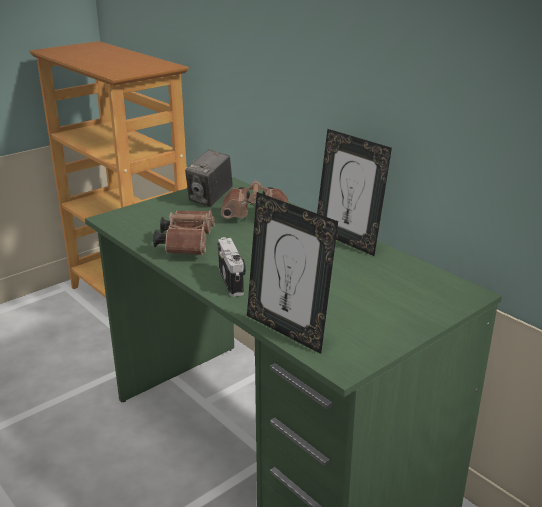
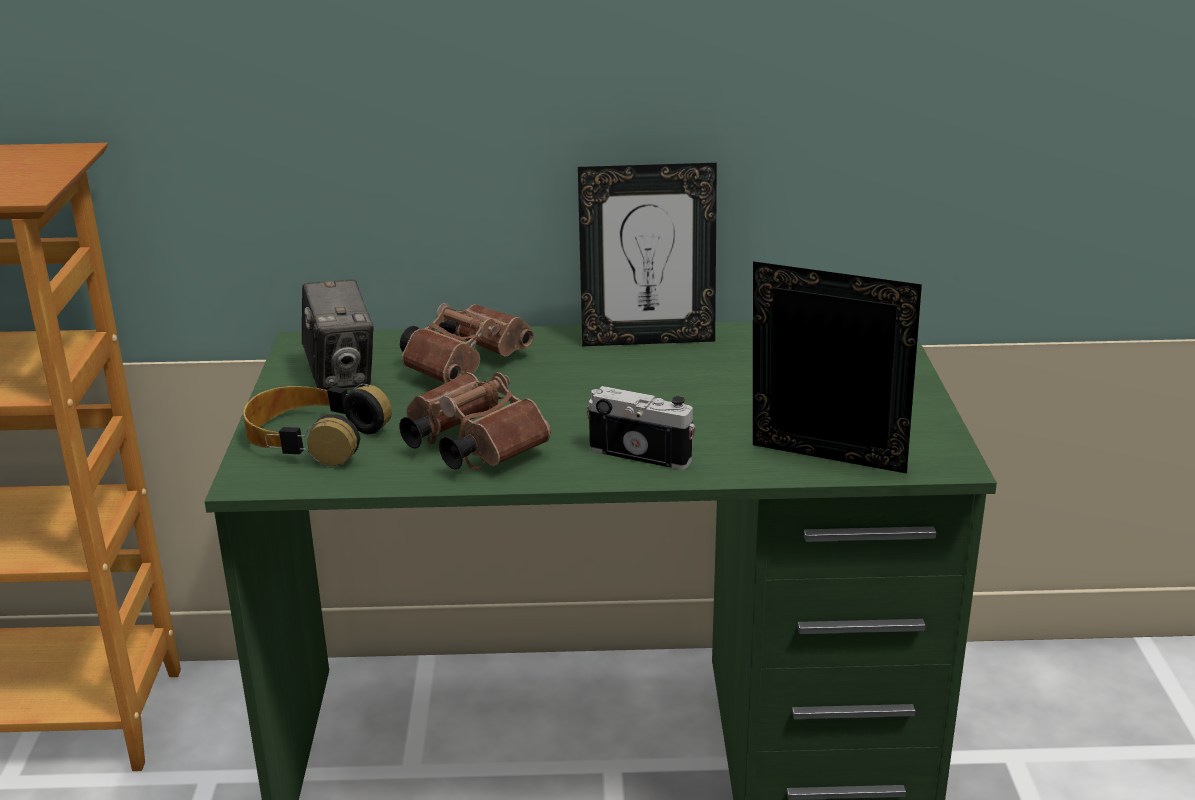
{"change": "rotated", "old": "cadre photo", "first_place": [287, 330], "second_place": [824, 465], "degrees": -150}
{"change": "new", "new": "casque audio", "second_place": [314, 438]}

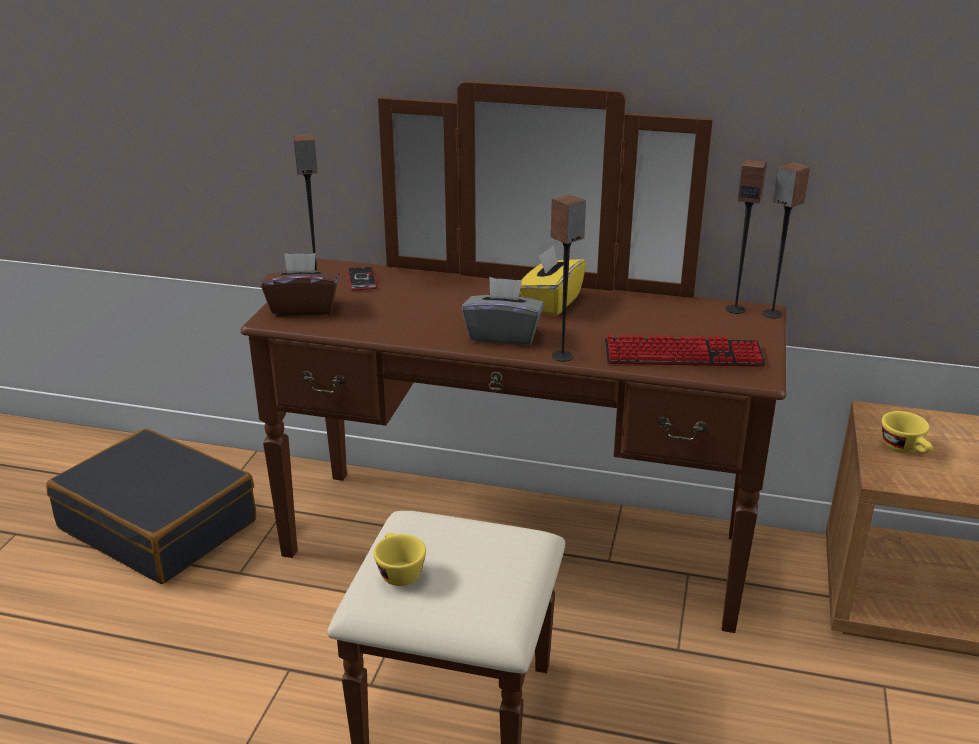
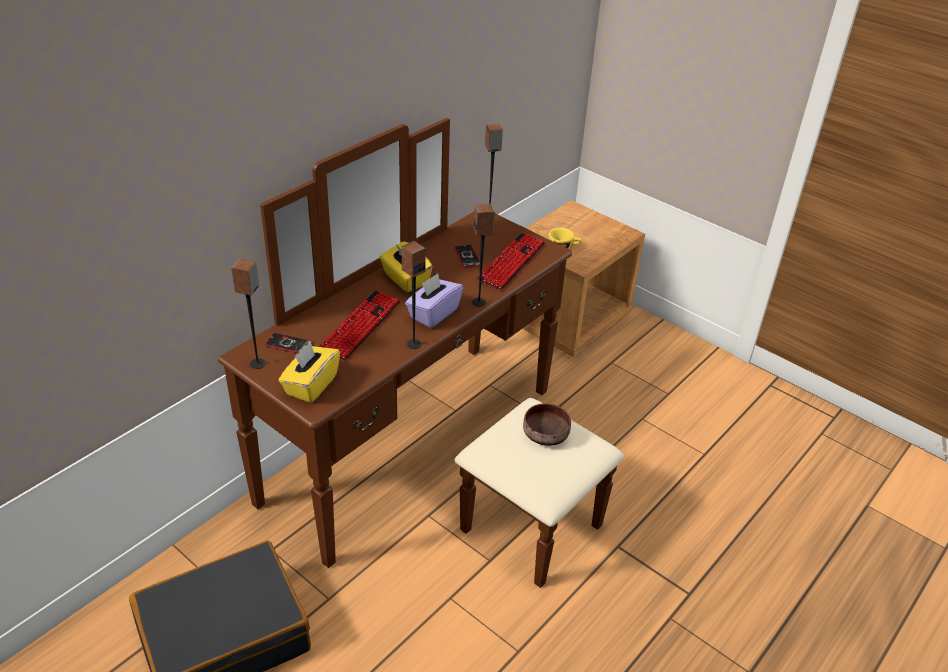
{"change": "shifted", "old": "enceinte", "first_place": [735, 309], "second_place": [413, 344]}
{"change": "repainted", "old": "boîte à mouchoirs [marron]", "new": "boîte à mouchoirs [jaune]", "first_place": [303, 308], "second_place": [311, 385]}
{"change": "repainted", "old": "boîte à mouchoirs [gris]", "new": "boîte à mouchoirs [violet]", "first_place": [503, 335], "second_place": [433, 313]}
{"change": "gone", "old": "tasse [jaune]", "first_place": [398, 571]}
{"change": "new", "new": "téléphone", "second_place": [467, 257]}
{"change": "new", "new": "clavier", "second_place": [360, 326]}
{"change": "new", "new": "bol [marron]", "second_place": [546, 434]}

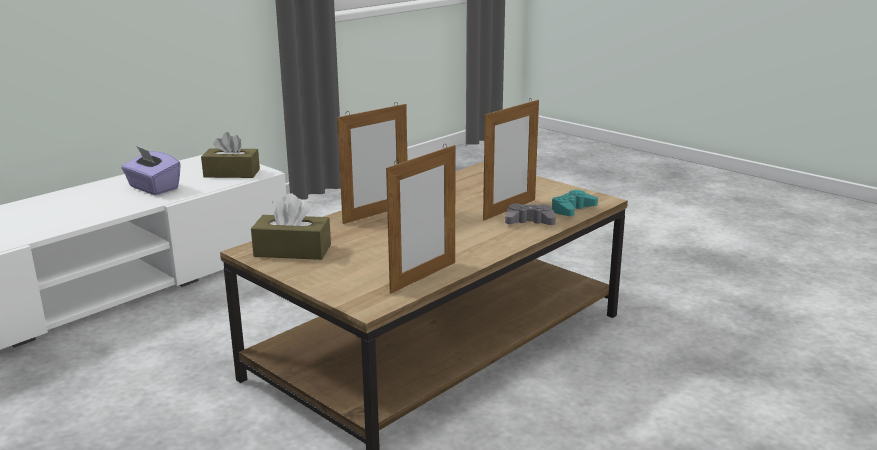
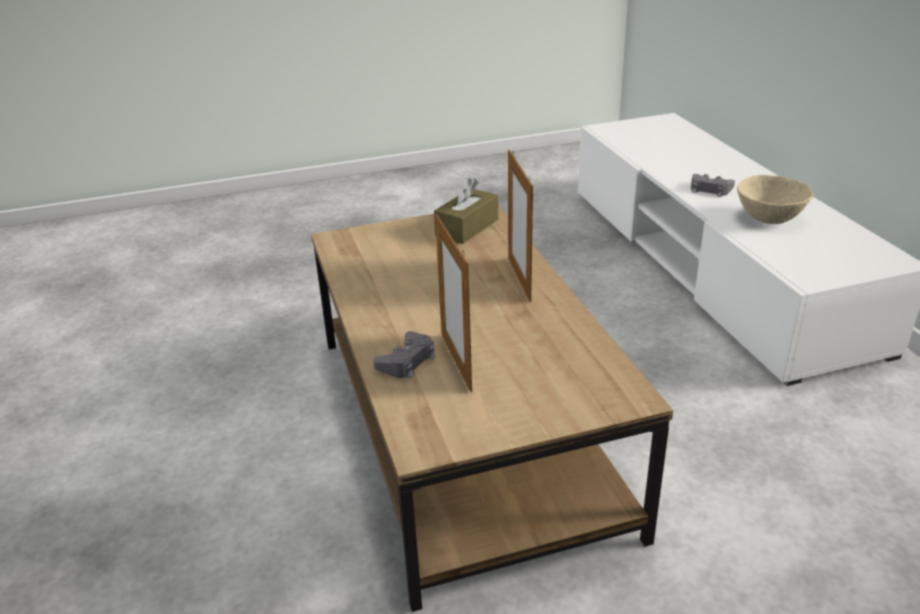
{"change": "gone", "old": "boîte à mouchoirs [marron]", "first_place": [232, 173]}
{"change": "gone", "old": "cadre photo", "first_place": [423, 277]}
{"change": "swapped", "old": "boîte à mouchoirs [violet]", "new": "bol [beige]", "first_place": [153, 188], "second_place": [769, 218]}
{"change": "gone", "old": "manette [turquoise]", "first_place": [572, 209]}
{"change": "new", "new": "manette [gris]", "second_place": [710, 189]}

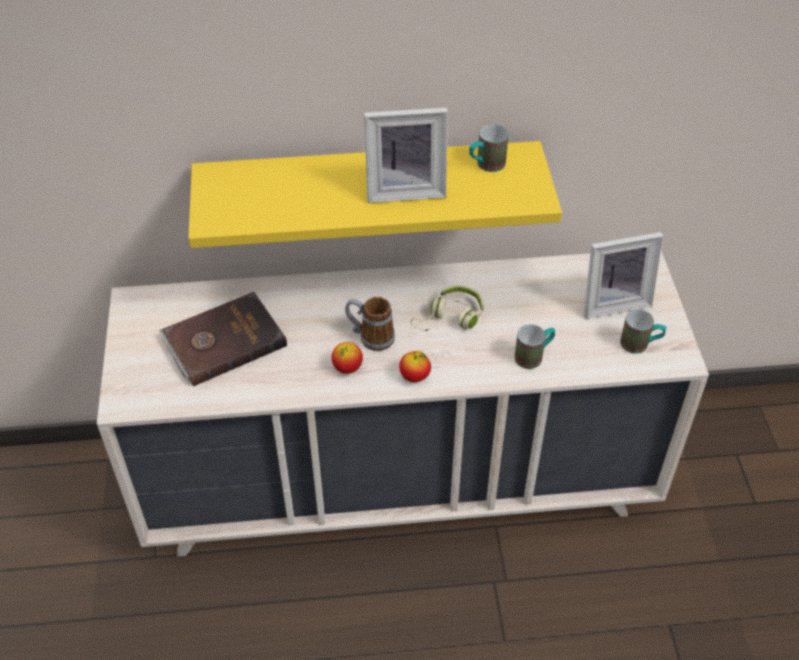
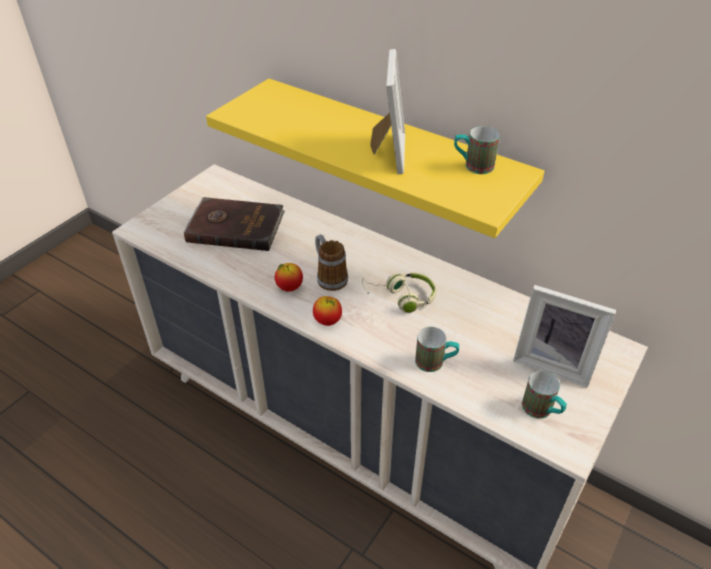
{"change": "rotated", "old": "cadre photo", "first_place": [405, 189], "second_place": [386, 153], "degrees": -120}

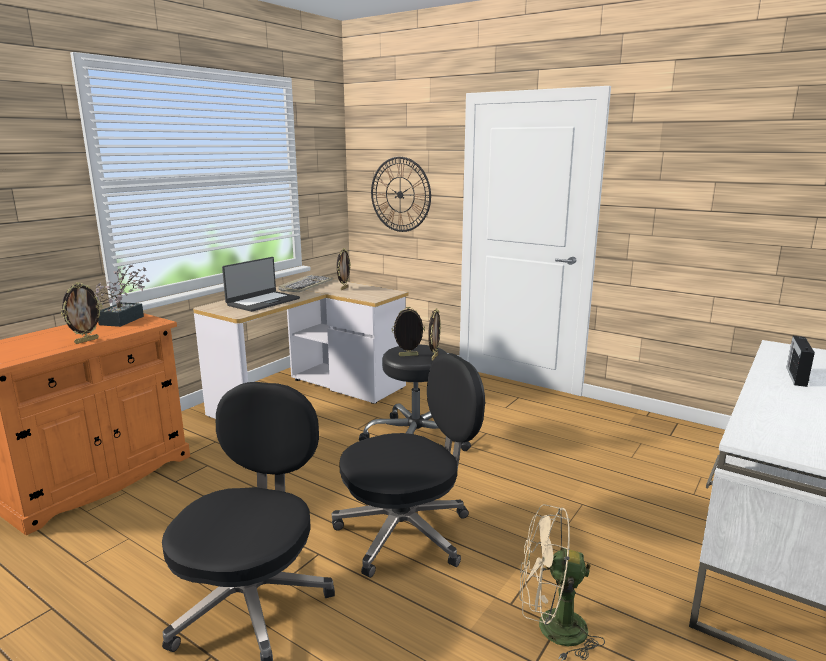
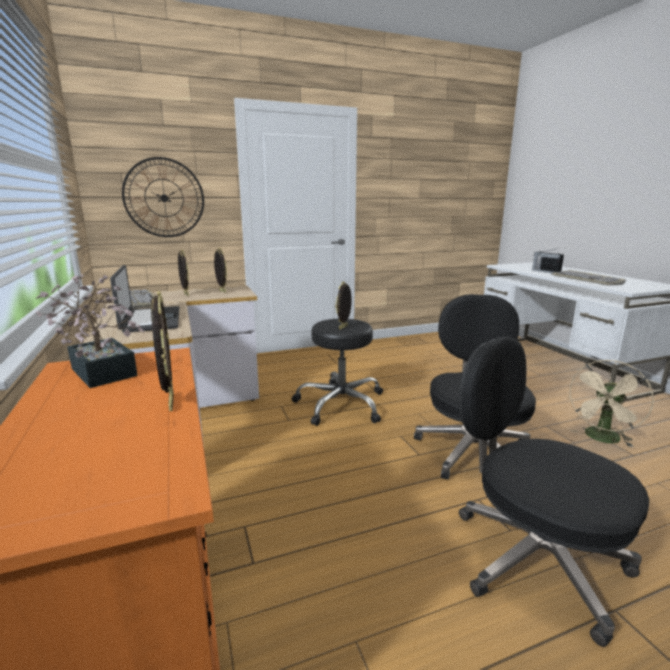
{"change": "shifted", "old": "cadre photo", "first_place": [434, 357], "second_place": [222, 291]}
{"change": "new", "new": "clavier", "second_place": [587, 280]}

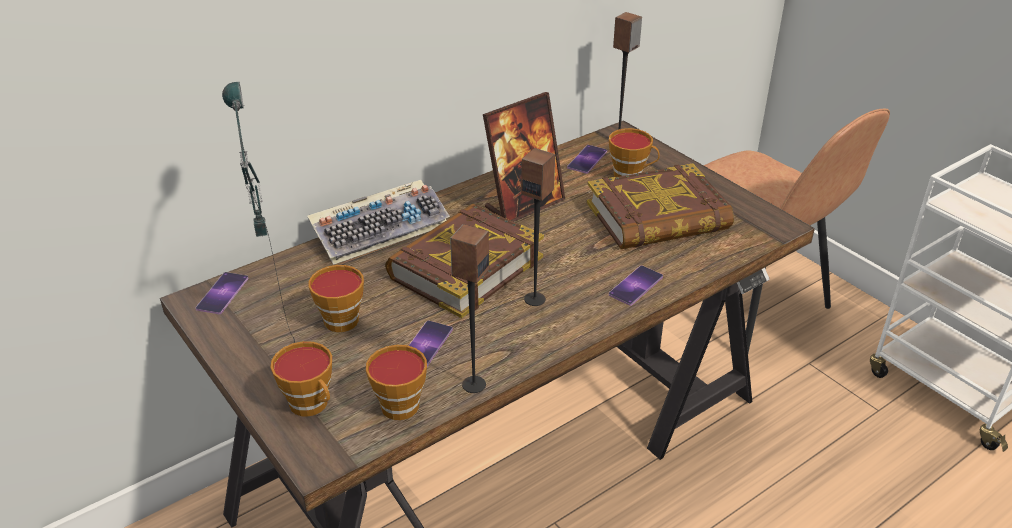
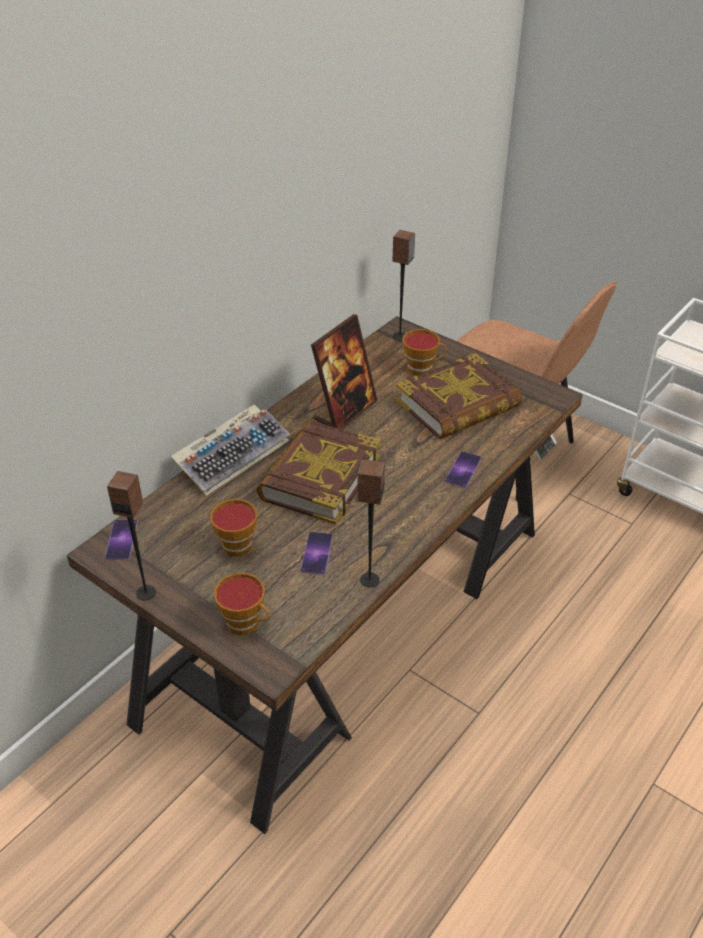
{"change": "gone", "old": "lampe de table", "first_place": [280, 337]}
{"change": "gone", "old": "téléphone", "first_place": [587, 159]}
{"change": "shifted", "old": "enceinte", "first_place": [535, 299], "second_place": [146, 592]}
{"change": "gone", "old": "tasse", "first_place": [399, 402]}

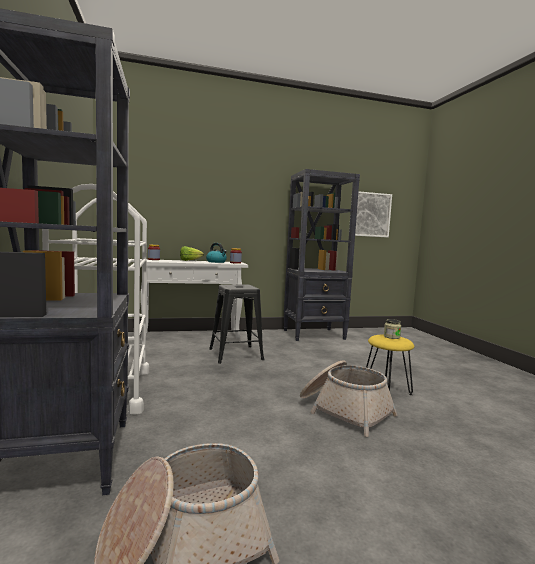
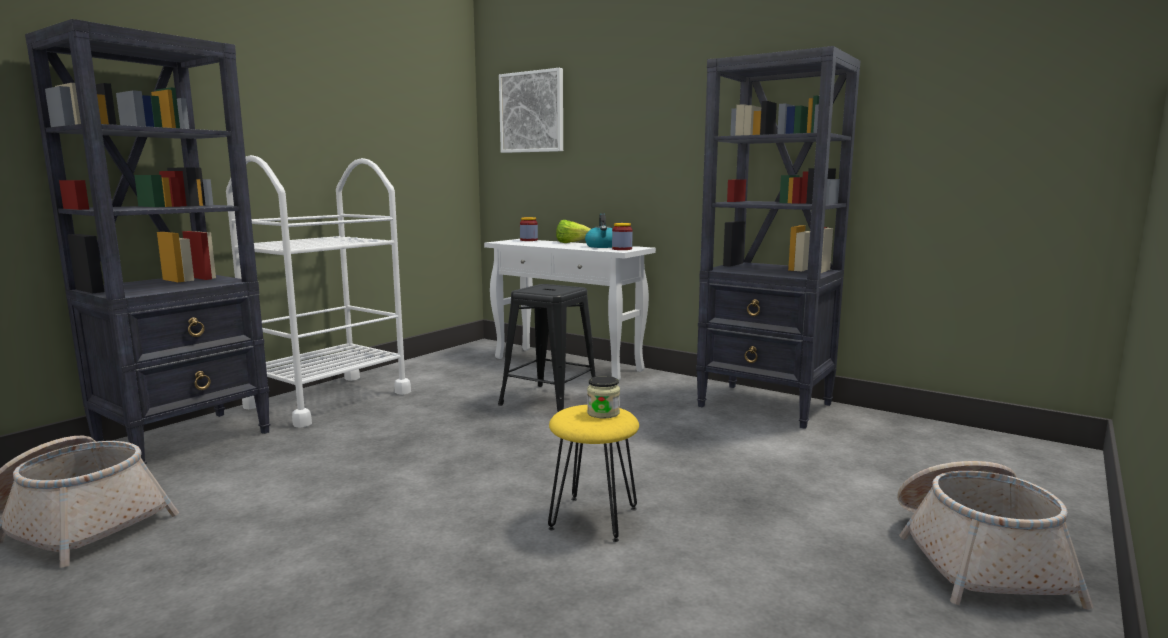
{"change": "shifted", "old": "tableau", "first_place": [369, 214], "second_place": [532, 112]}
{"change": "shifted", "old": "panier", "first_place": [344, 410], "second_place": [976, 558]}

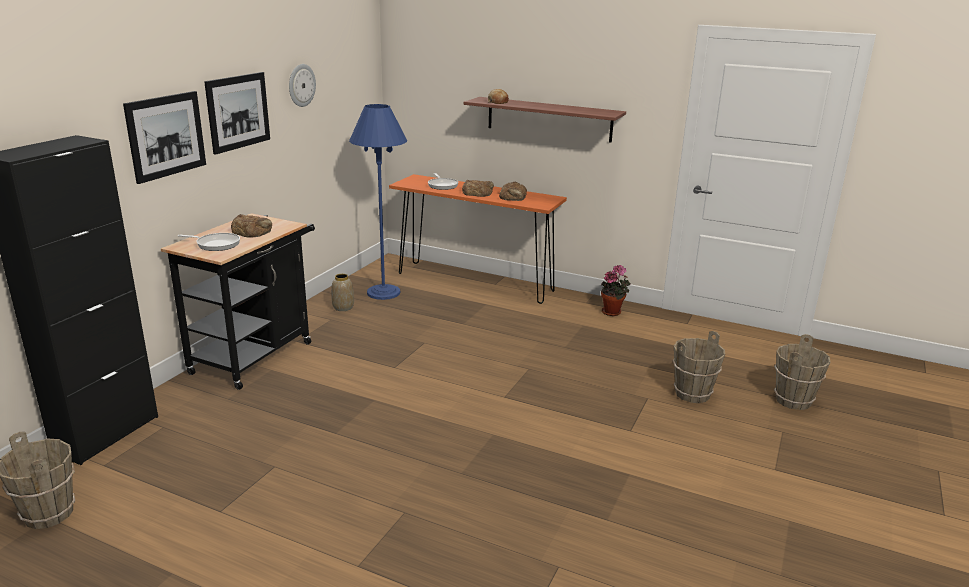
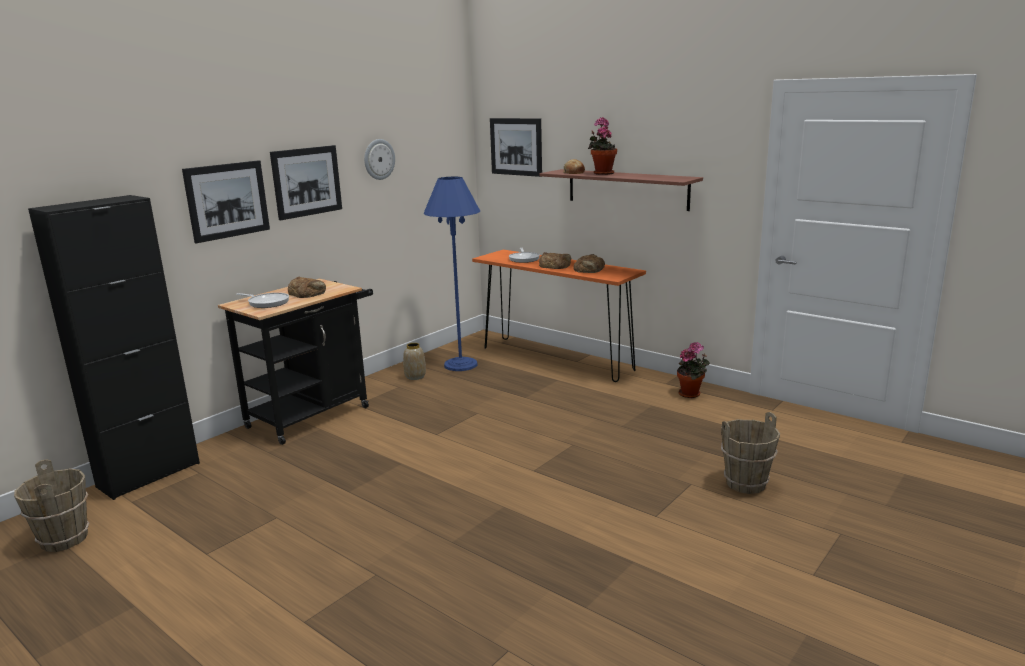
{"change": "gone", "old": "seau [marron]", "first_place": [793, 401]}
{"change": "new", "new": "plante en pot", "second_place": [602, 173]}
{"change": "new", "new": "tableau", "second_place": [516, 146]}

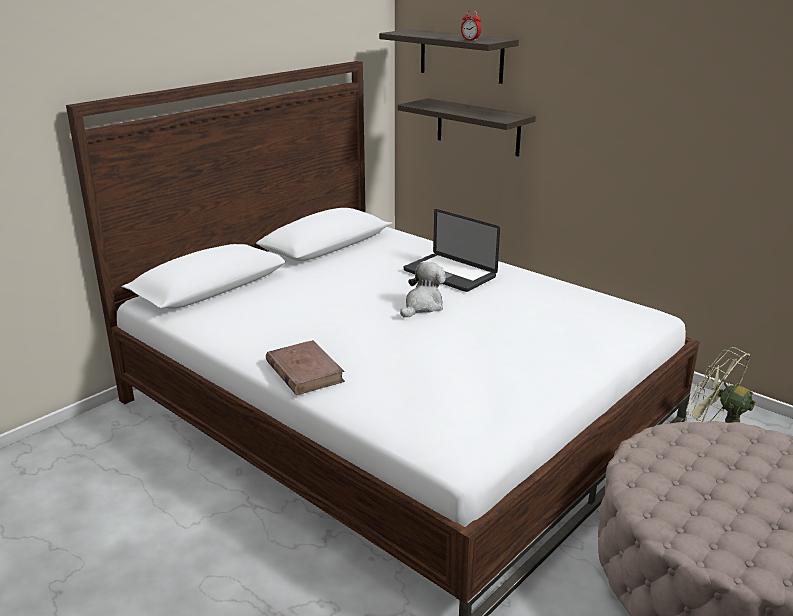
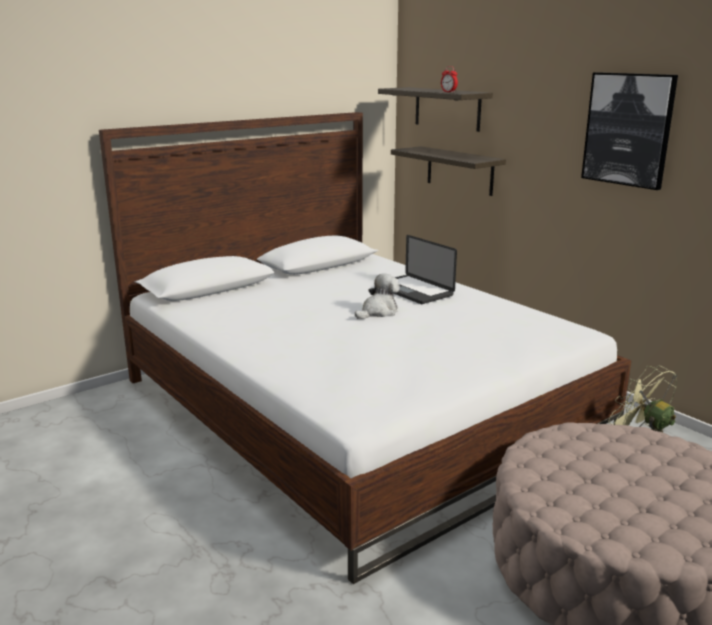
{"change": "gone", "old": "livre [marron]", "first_place": [304, 371]}
{"change": "new", "new": "tableau", "second_place": [628, 129]}

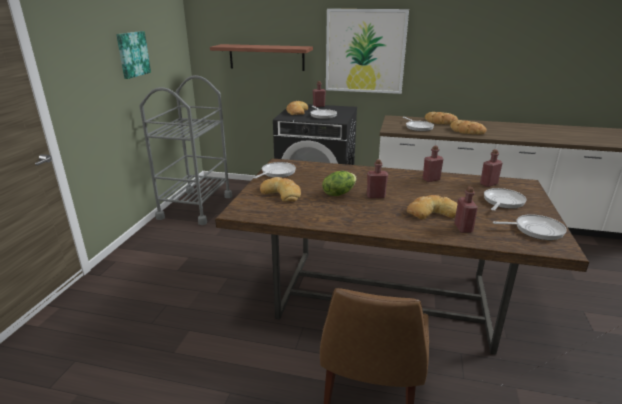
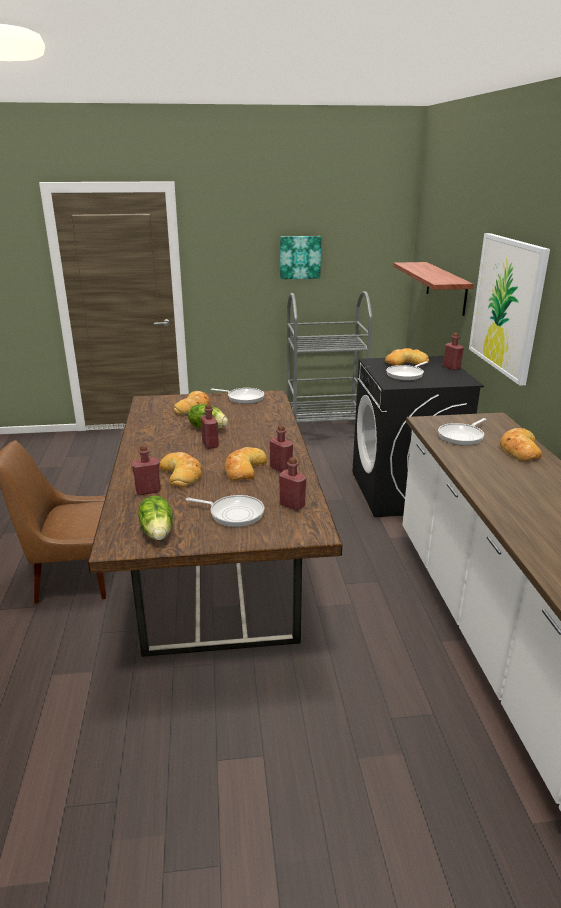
{"change": "shifted", "old": "pain", "first_place": [466, 131], "second_place": [243, 469]}
{"change": "swapped", "old": "poêle", "new": "laitue", "first_place": [535, 230], "second_place": [158, 532]}

